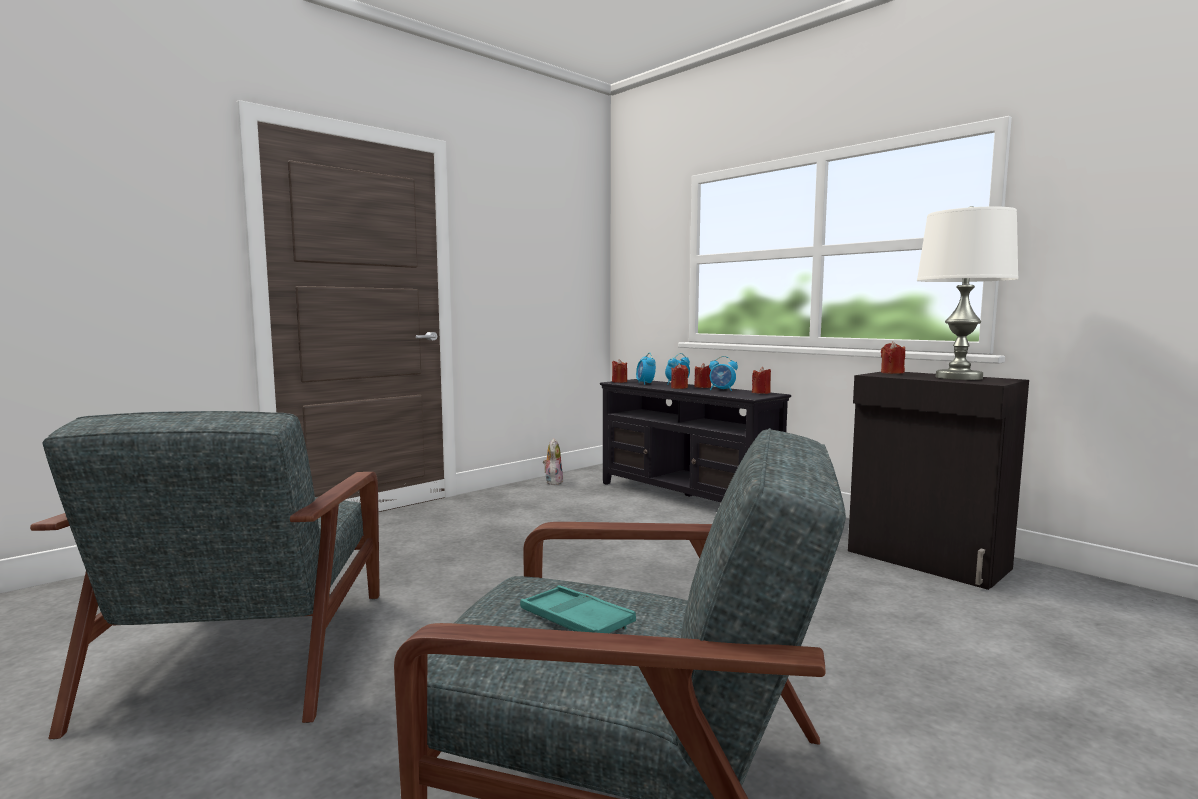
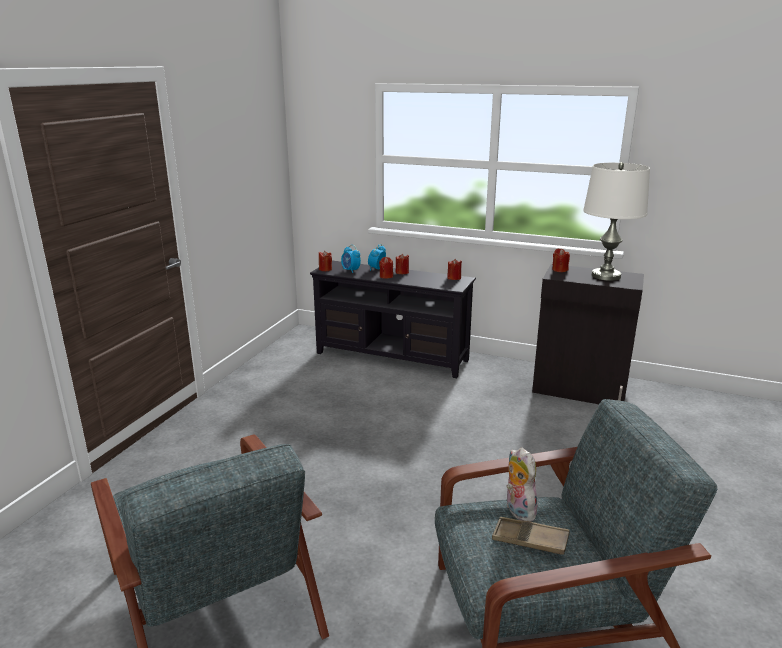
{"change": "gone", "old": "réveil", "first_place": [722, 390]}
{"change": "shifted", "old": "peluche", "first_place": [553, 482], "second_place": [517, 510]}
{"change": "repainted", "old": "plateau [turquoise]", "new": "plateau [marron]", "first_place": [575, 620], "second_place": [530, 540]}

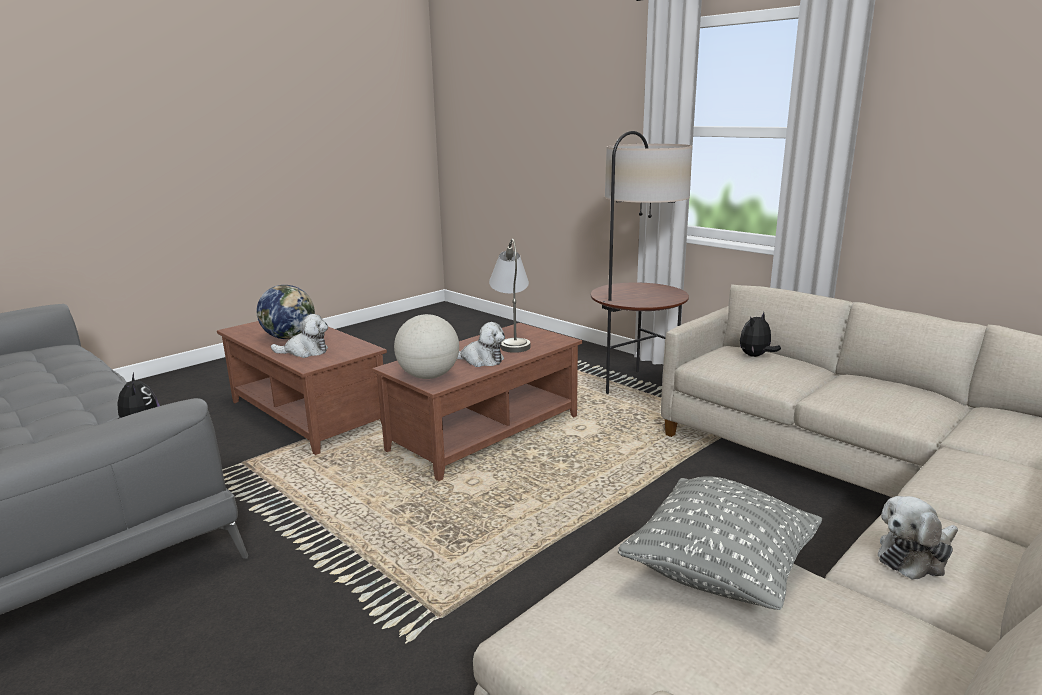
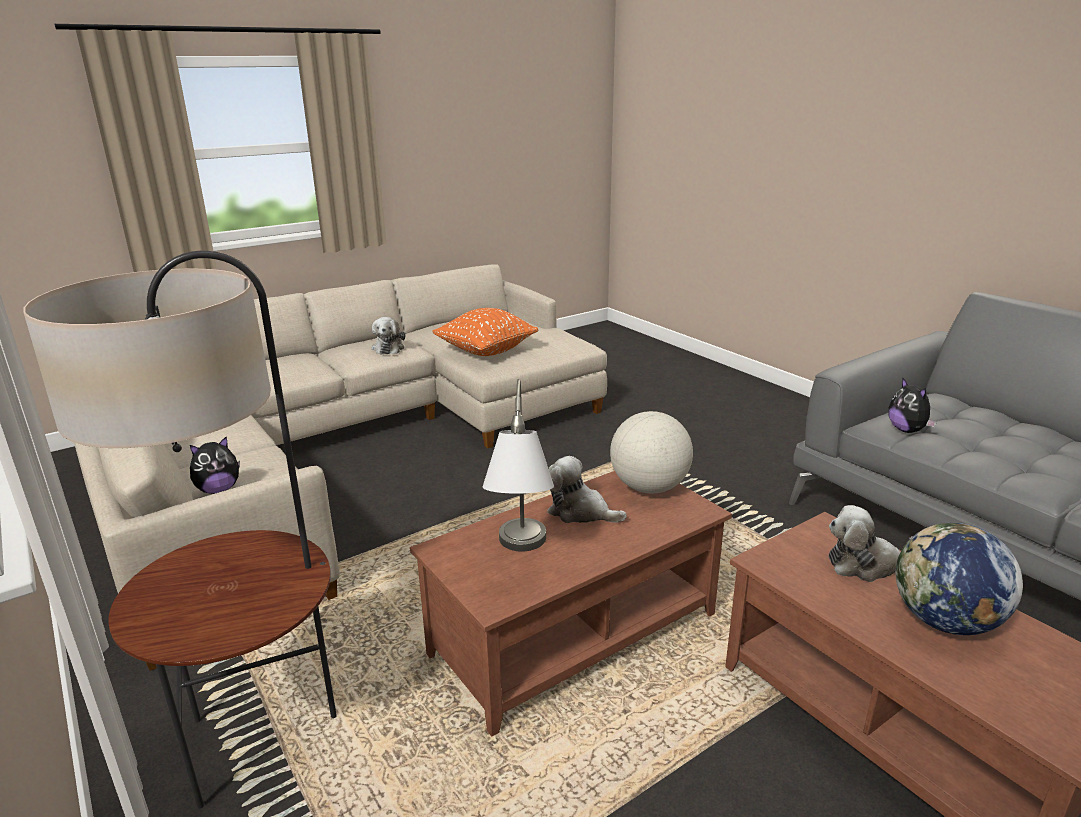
{"change": "repainted", "old": "coussin [gris]", "new": "coussin [orange]", "first_place": [719, 572], "second_place": [486, 351]}
{"change": "rotated", "old": "peluche", "first_place": [915, 556], "second_place": [389, 348], "degrees": 105}

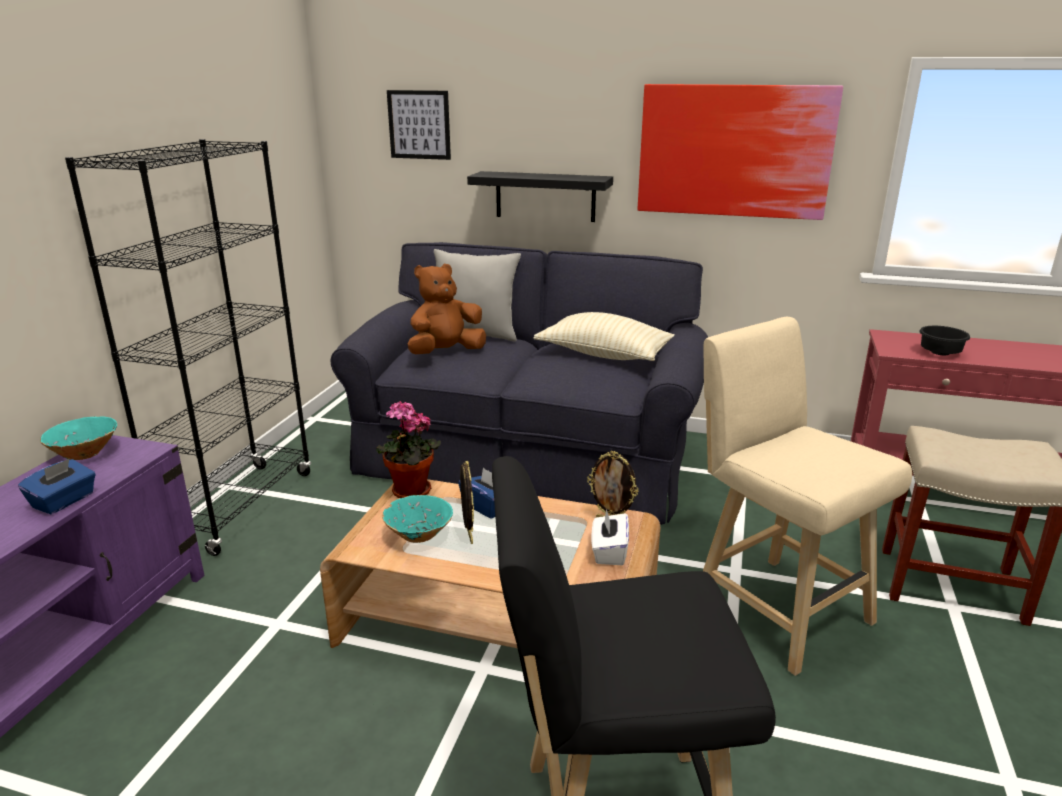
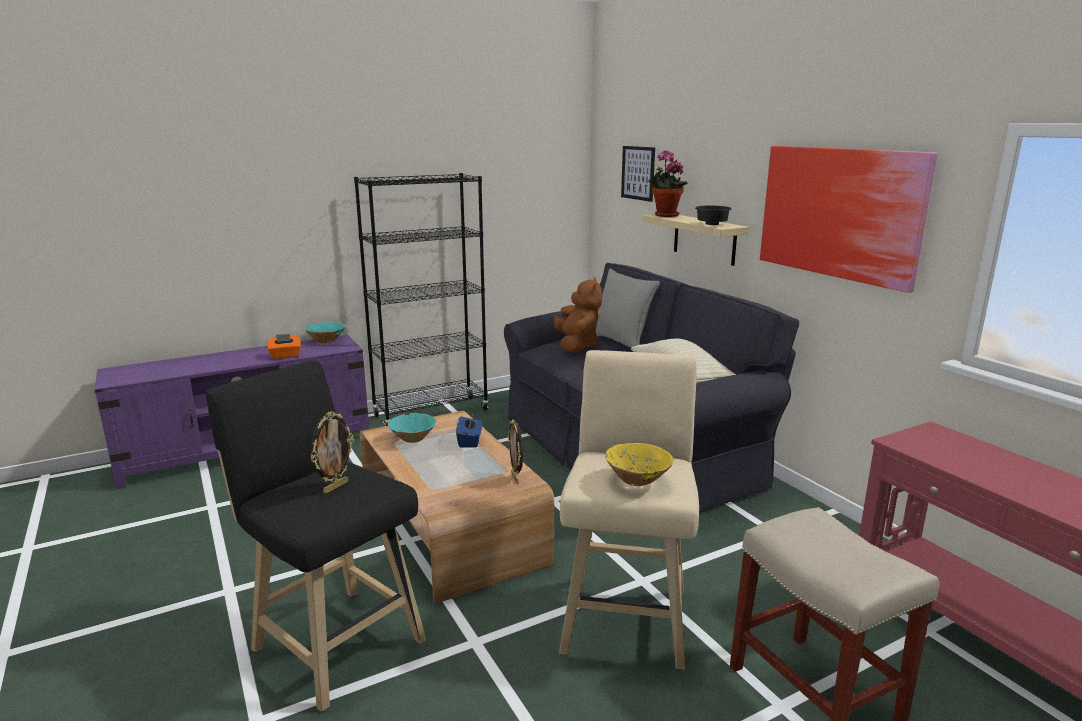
{"change": "repainted", "old": "étagère [noir]", "new": "étagère [beige]", "first_place": [545, 196], "second_place": [704, 238]}
{"change": "rotated", "old": "peluche [marron]", "first_place": [446, 352], "second_place": [576, 346], "degrees": 75}
{"change": "shifted", "old": "bol [noir]", "first_place": [938, 353], "second_place": [711, 224]}
{"change": "shifted", "old": "plante en pot", "first_place": [409, 493], "second_place": [664, 215]}
{"change": "repainted", "old": "boîte à mouchoirs [bleu]", "new": "boîte à mouchoirs [orange]", "first_place": [64, 501], "second_place": [285, 356]}
{"change": "shifted", "old": "cadre photo", "first_place": [468, 535], "second_place": [335, 487]}
{"change": "gone", "old": "boîte à mouchoirs [blanc]", "first_place": [609, 552]}
{"change": "new", "new": "bol [jaune]", "second_place": [637, 480]}

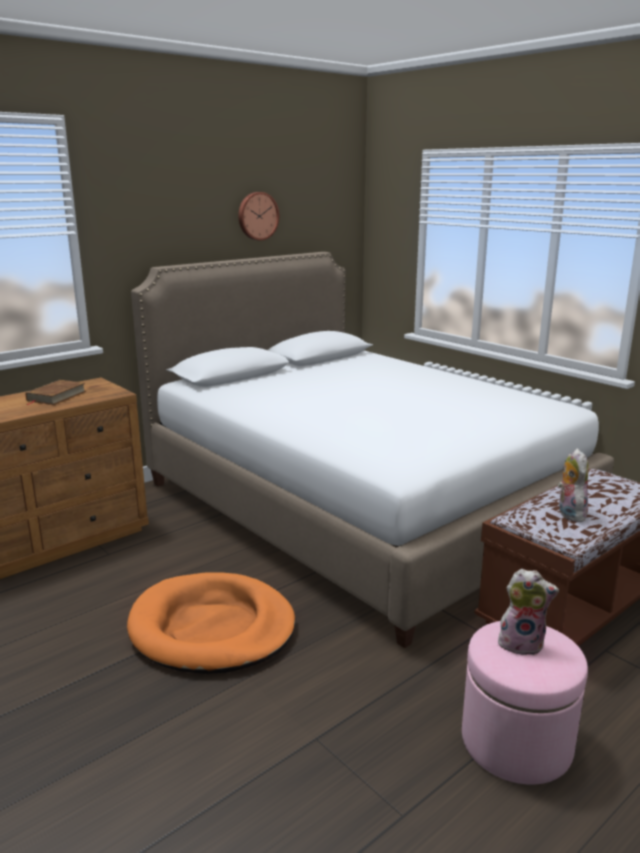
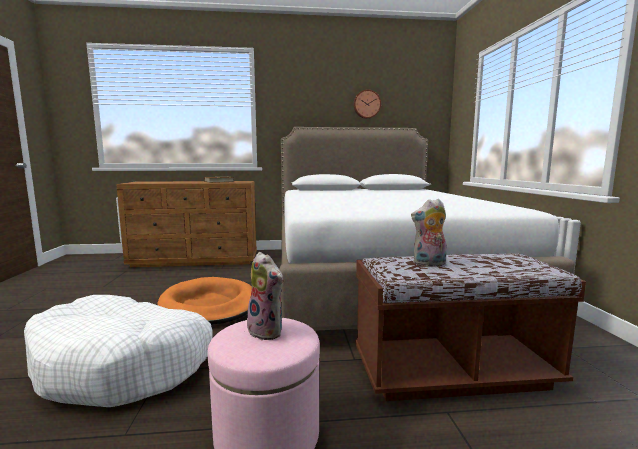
{"change": "rotated", "old": "peluche", "first_place": [569, 513], "second_place": [429, 264], "degrees": -135}
{"change": "new", "new": "panier pour chien [blanc]", "second_place": [124, 365]}

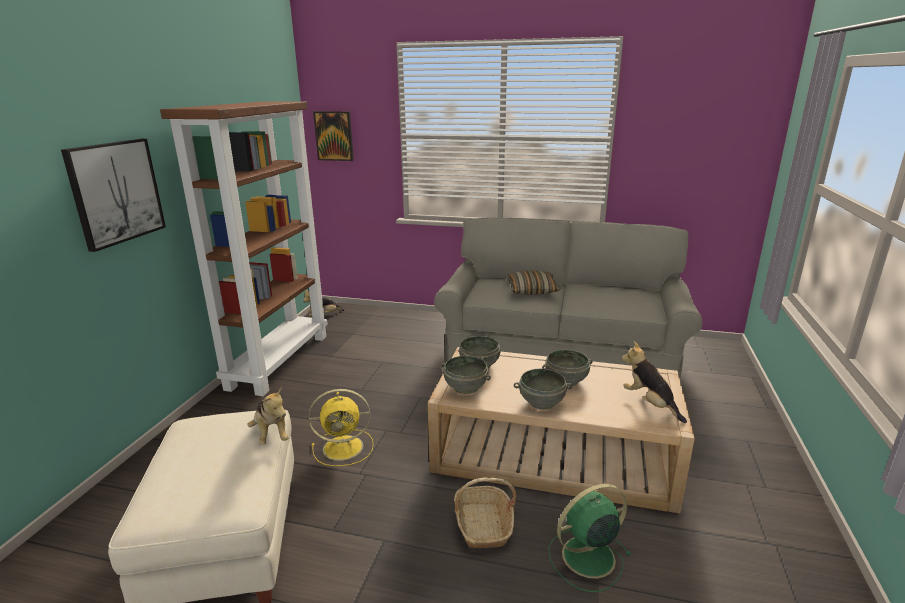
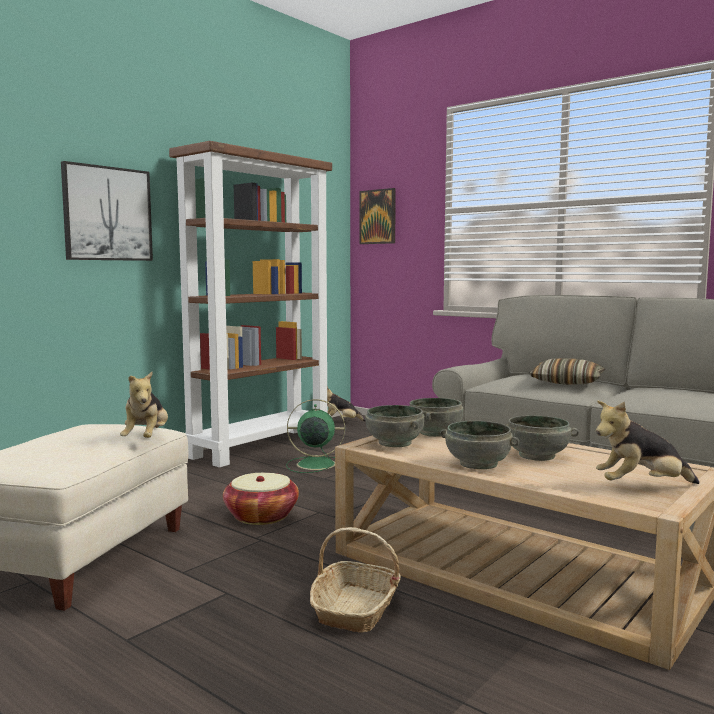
{"change": "rotated", "old": "peluche", "first_place": [650, 404], "second_place": [641, 486], "degrees": -90}
{"change": "swapped", "old": "ventilateur [jaune]", "new": "panier", "first_place": [345, 447], "second_place": [261, 516]}
{"change": "shifted", "old": "ventilateur [vert]", "first_place": [586, 557], "second_place": [314, 464]}

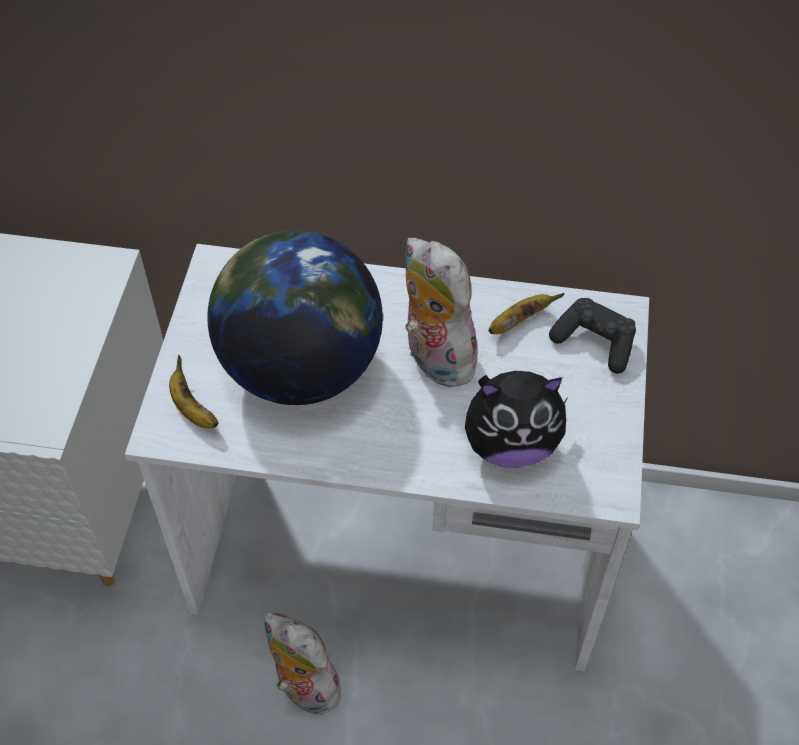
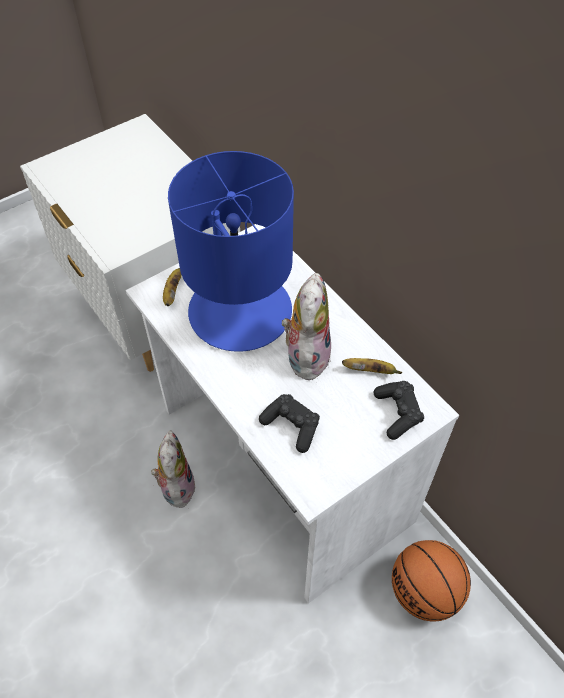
{"change": "swapped", "old": "globe", "new": "lampe de table [bleu]", "first_place": [300, 367], "second_place": [239, 310]}
{"change": "swapped", "old": "peluche", "new": "manette [noir]", "first_place": [511, 444], "second_place": [291, 426]}
{"change": "new", "new": "ballon de basket", "second_place": [424, 592]}

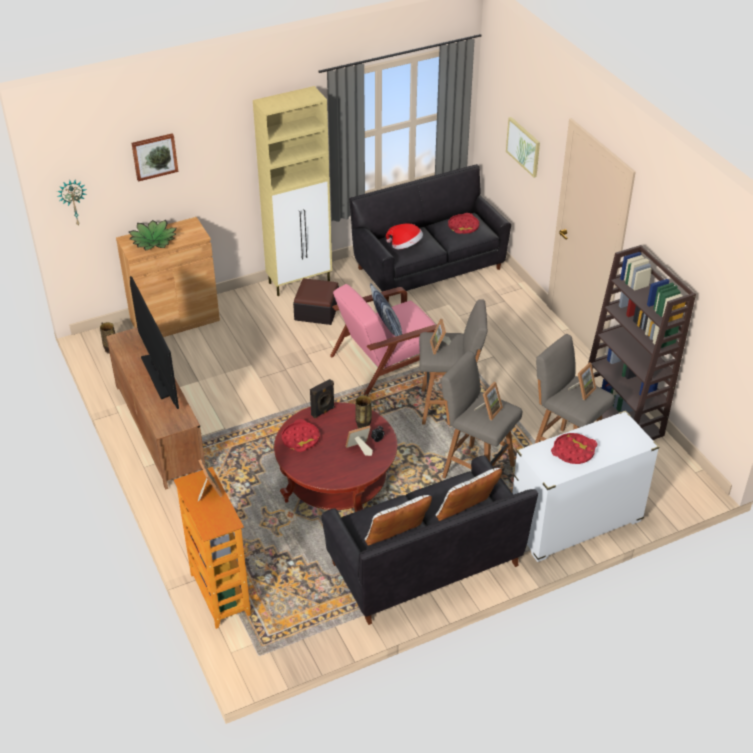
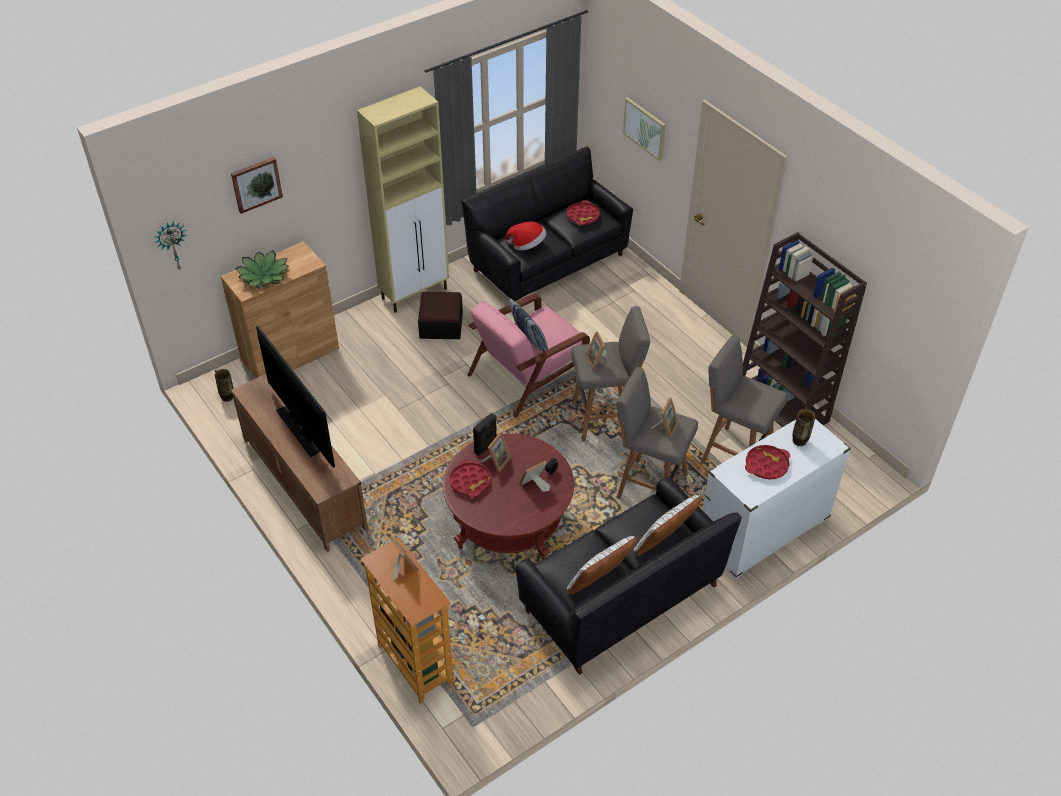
{"change": "shifted", "old": "cadre photo", "first_place": [582, 391], "second_place": [496, 461]}
{"change": "shifted", "old": "vase", "first_place": [363, 426], "second_place": [799, 441]}

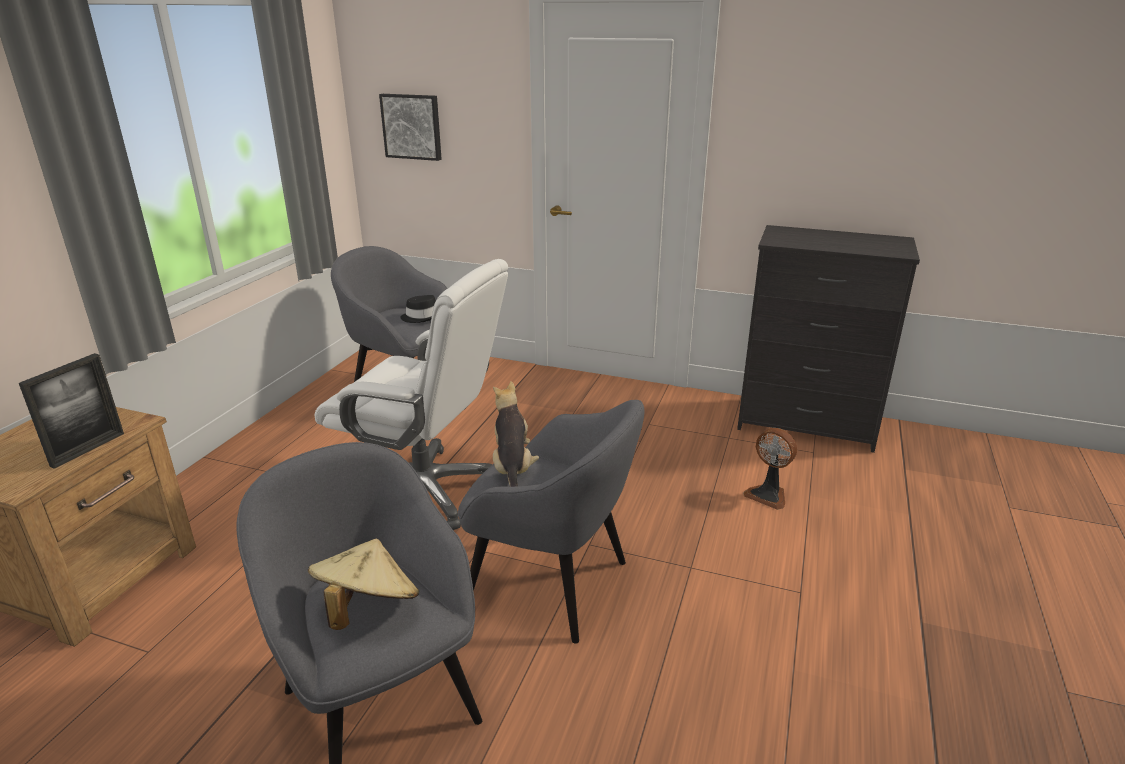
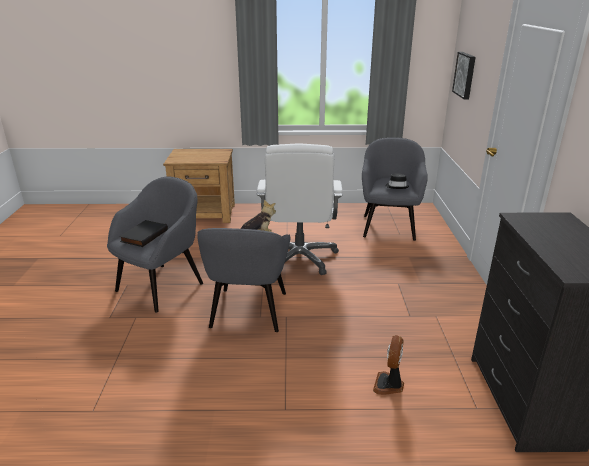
{"change": "gone", "old": "cadre photo", "first_place": [88, 449]}
{"change": "swapped", "old": "chapeau [beige]", "new": "livre [noir]", "first_place": [367, 608], "second_place": [143, 235]}

